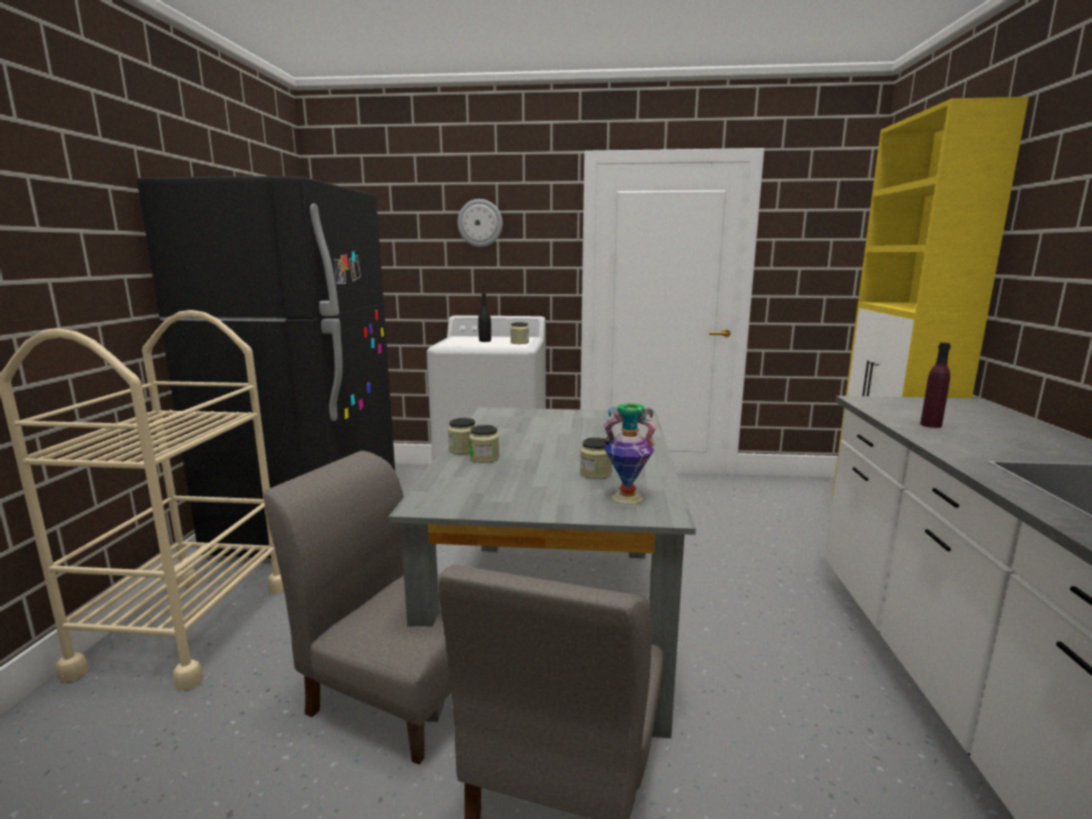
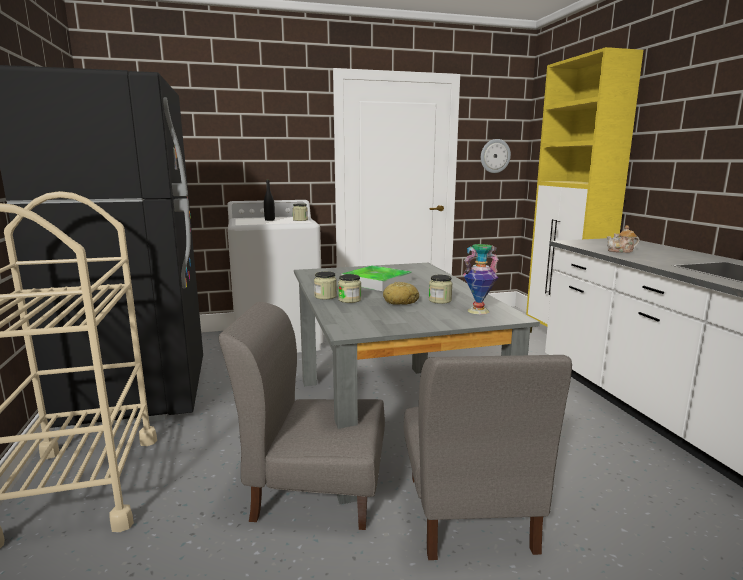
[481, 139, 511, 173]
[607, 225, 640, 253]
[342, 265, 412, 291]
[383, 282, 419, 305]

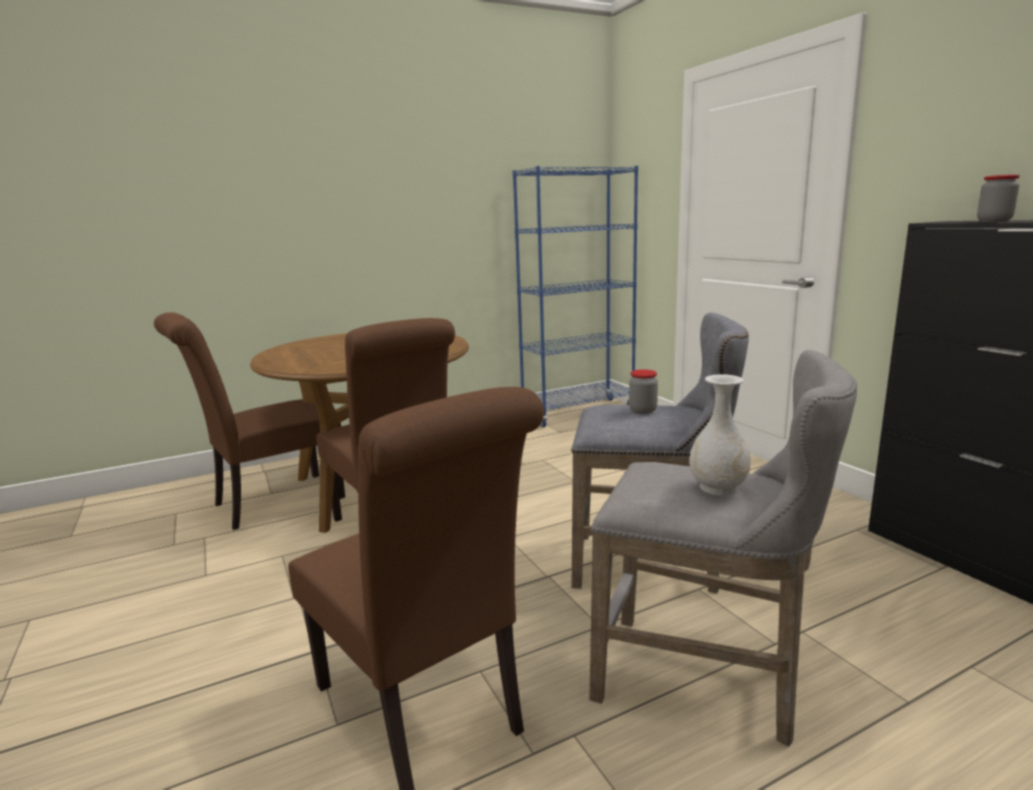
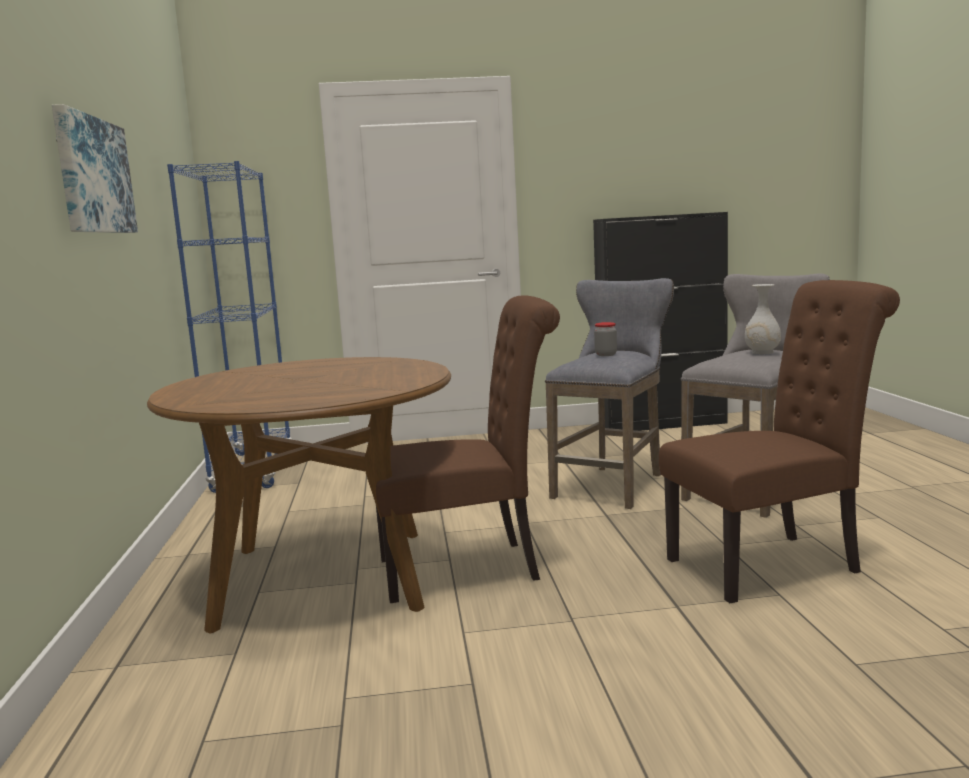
[154, 312, 345, 530] (first image)
[977, 174, 1020, 222] (first image)
[52, 104, 138, 233]

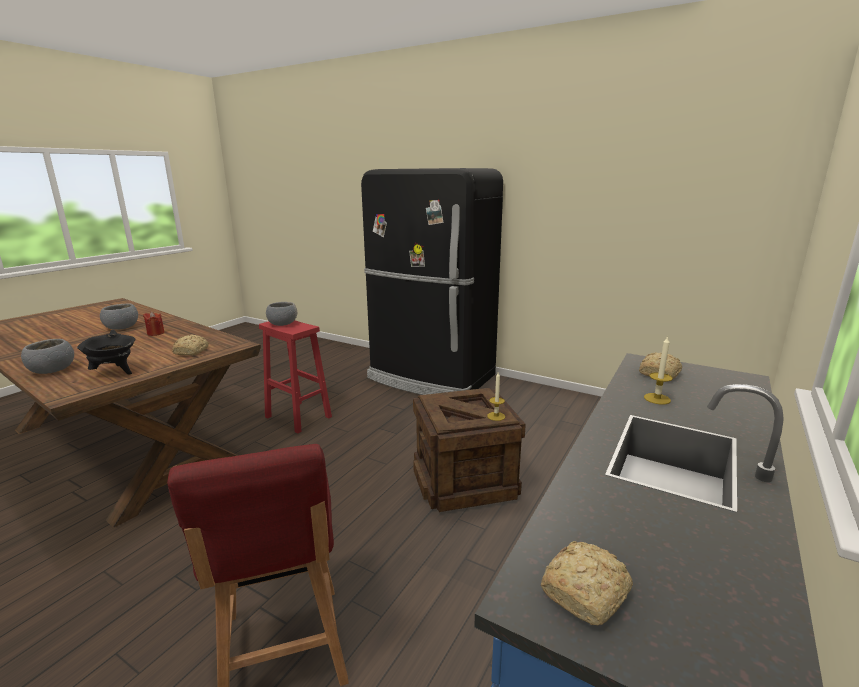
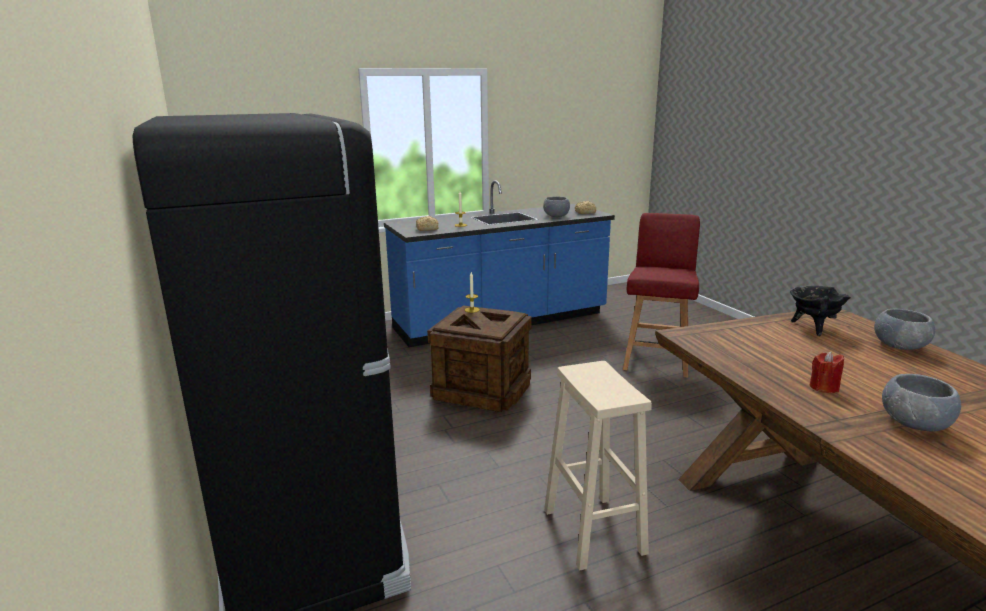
[172, 335, 209, 356] (first image)
[544, 361, 652, 571]
[543, 196, 570, 217]

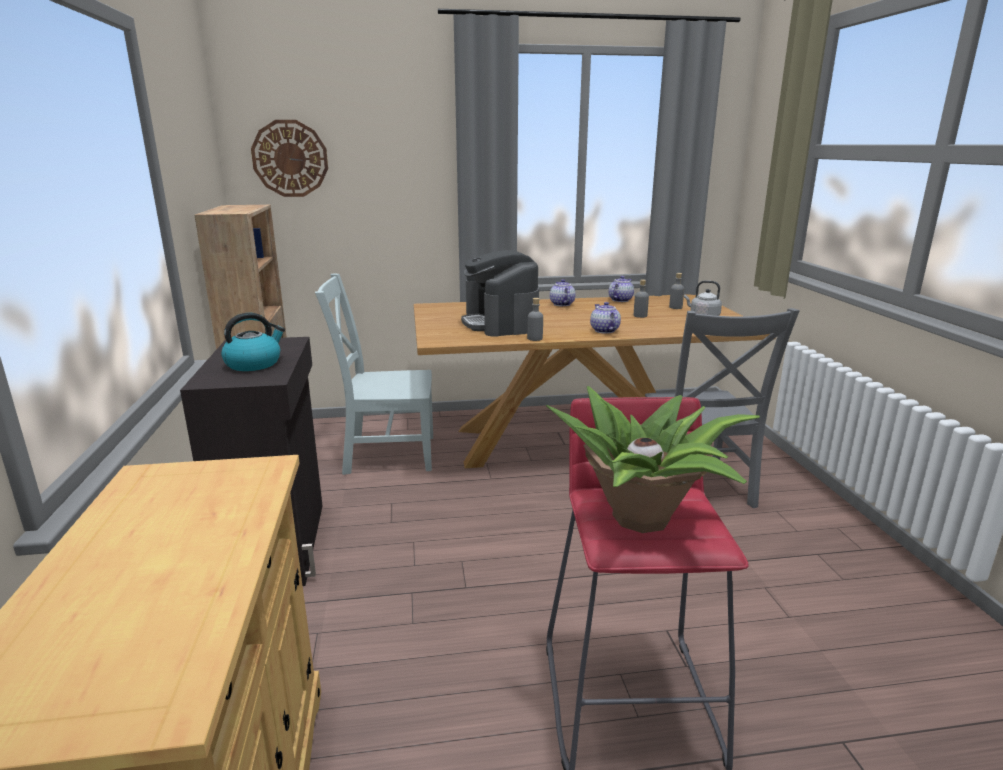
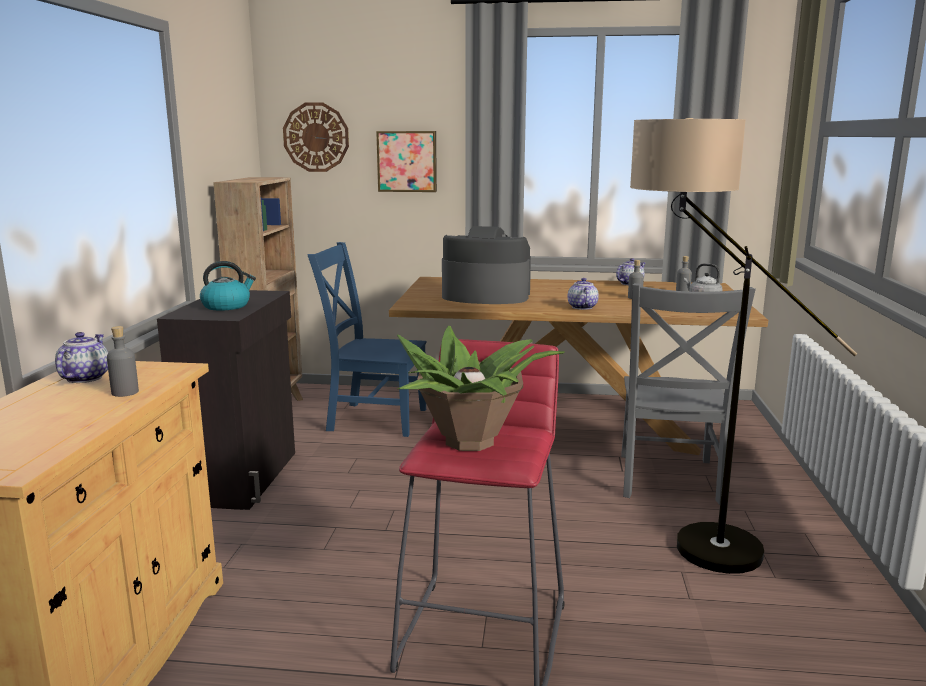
[308, 242, 426, 437]
[442, 226, 531, 304]
[107, 326, 139, 397]
[55, 332, 108, 383]
[376, 131, 437, 192]
[630, 118, 857, 574]

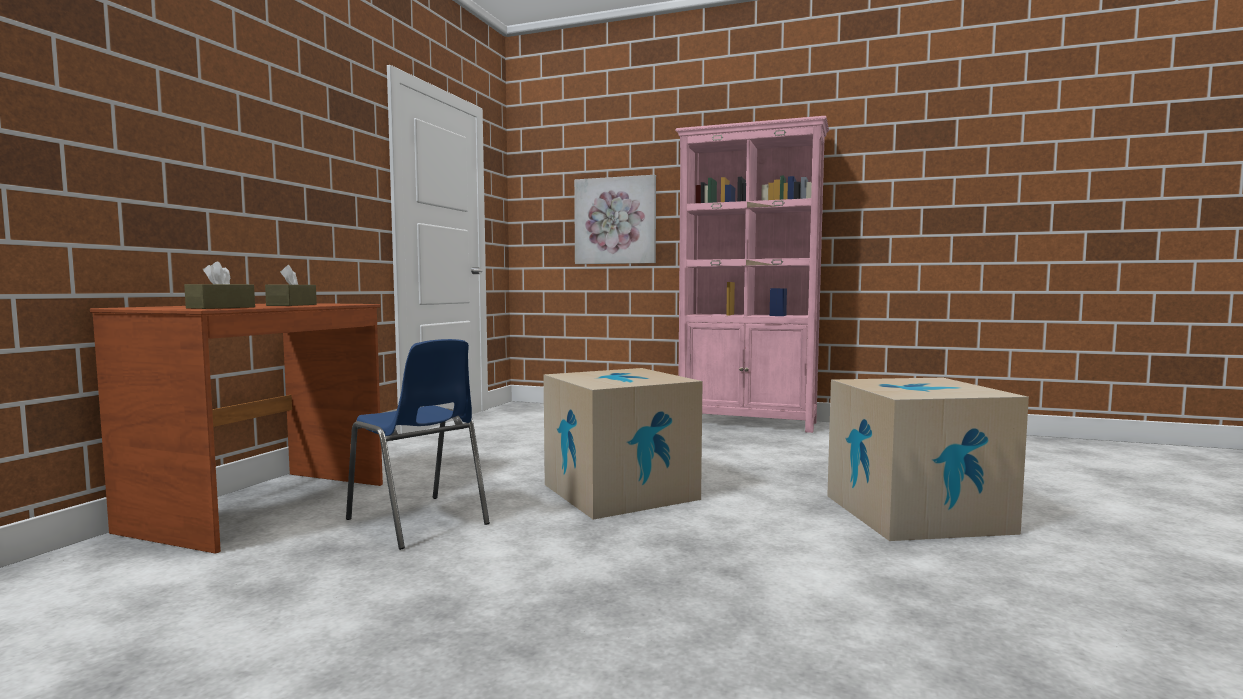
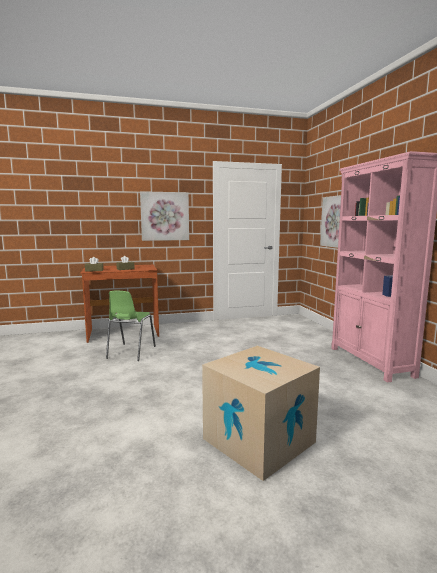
[106, 291, 156, 361]
[544, 368, 703, 520] (first image)
[140, 191, 189, 241]

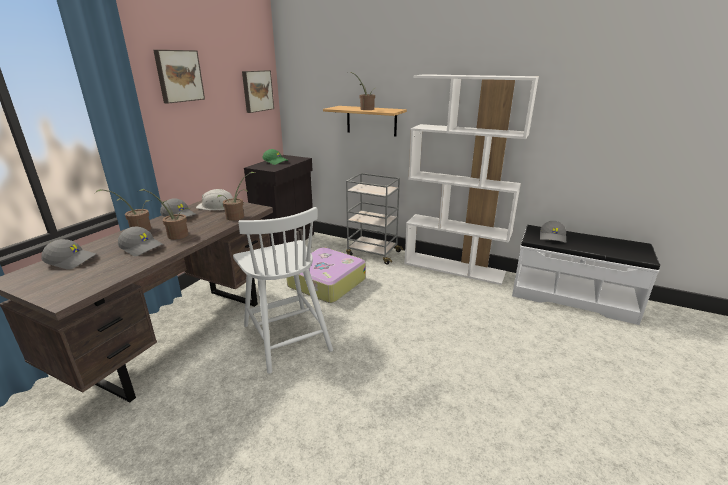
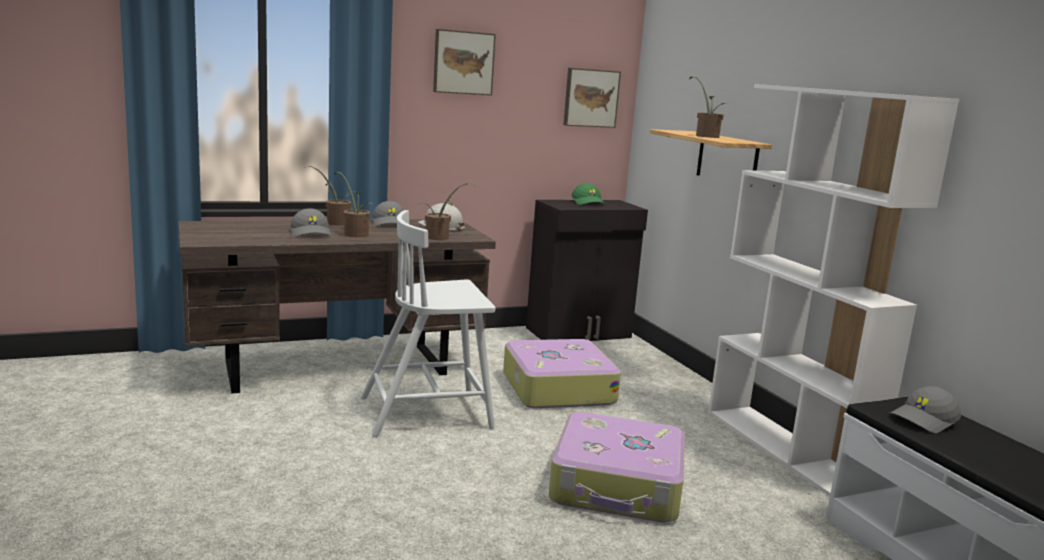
[41, 239, 96, 270] (first image)
[361, 210, 495, 437]
[346, 173, 403, 265] (first image)
[549, 412, 685, 523]

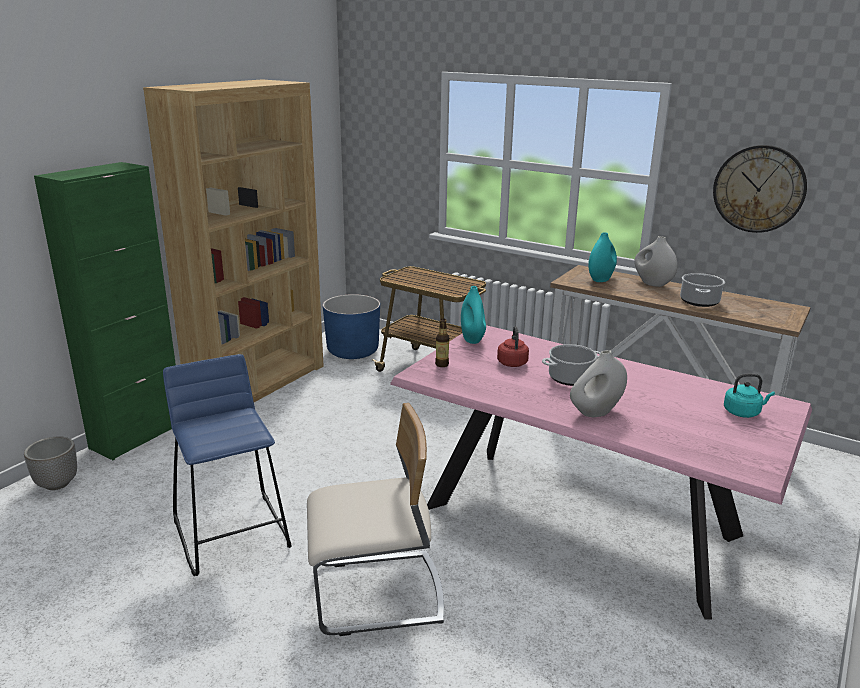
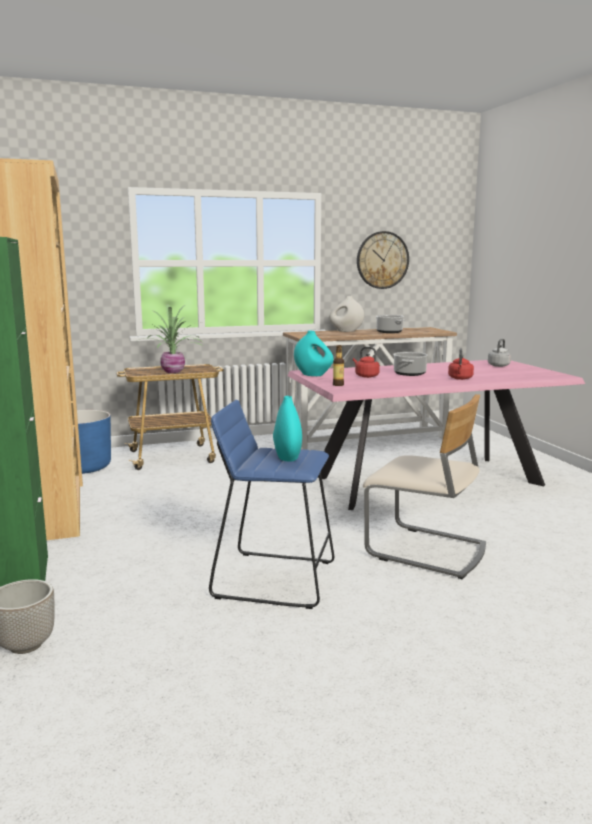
[363, 394, 486, 579]
[448, 348, 474, 380]
[273, 396, 302, 462]
[488, 339, 511, 367]
[139, 304, 204, 373]

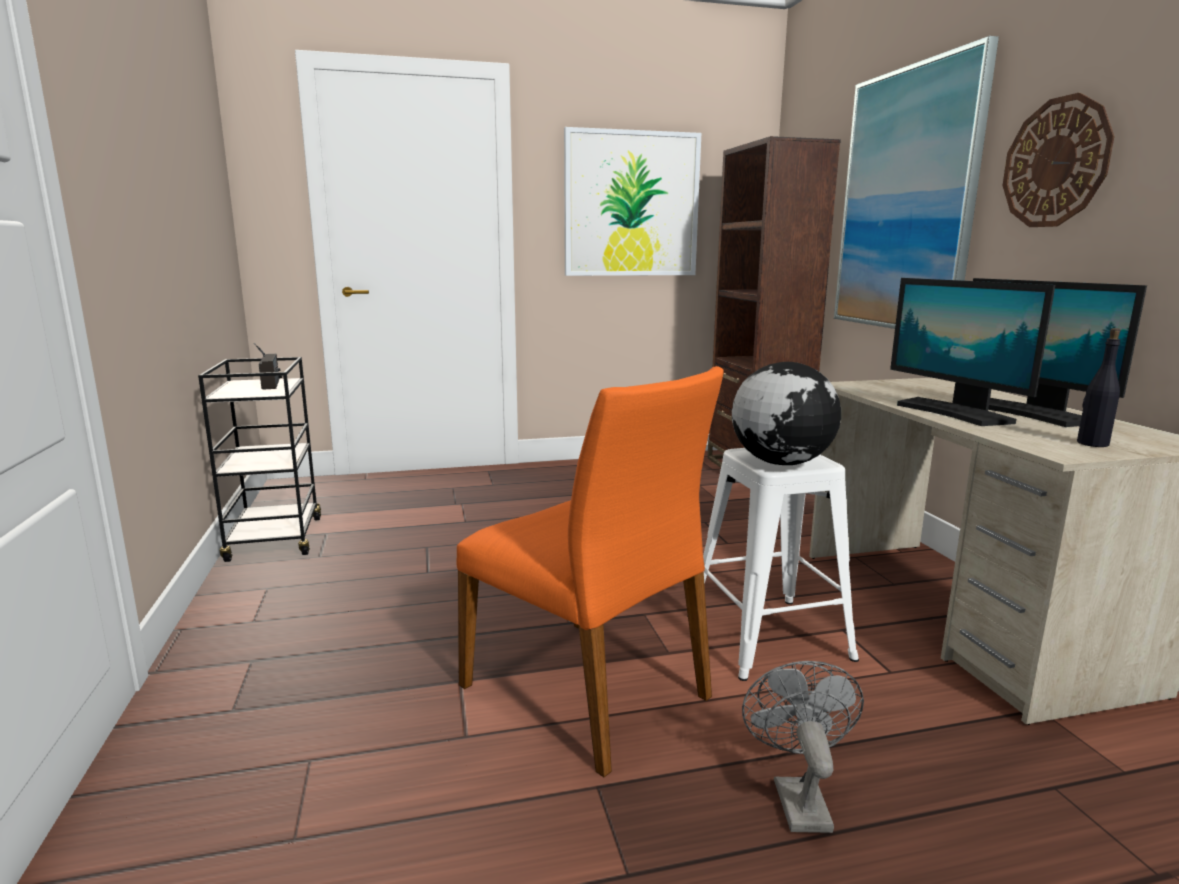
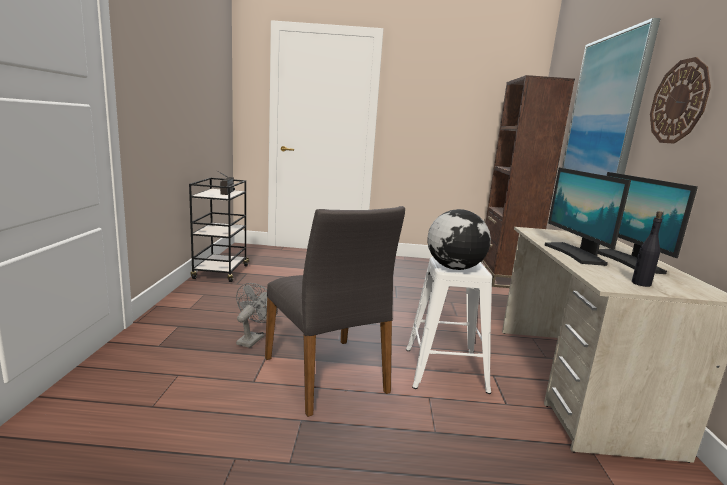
[265, 206, 405, 417]
[564, 127, 701, 276] (first image)
[236, 283, 277, 348]

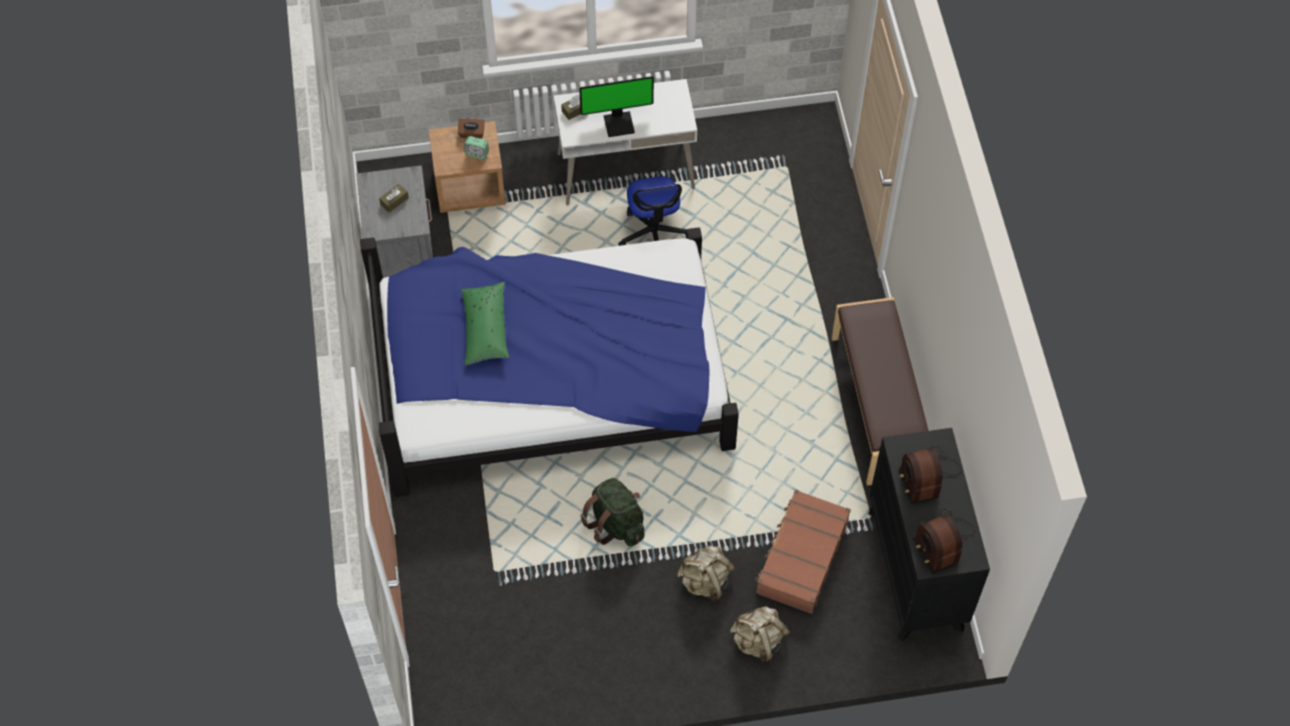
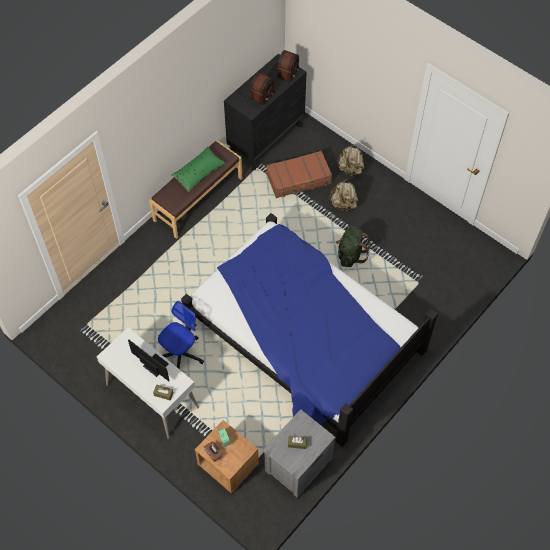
[171, 146, 225, 192]

